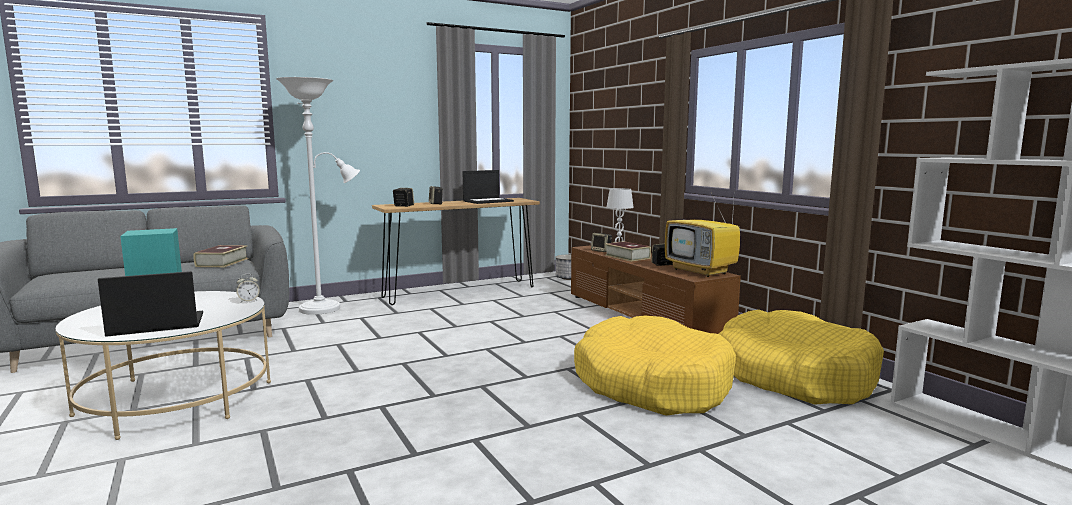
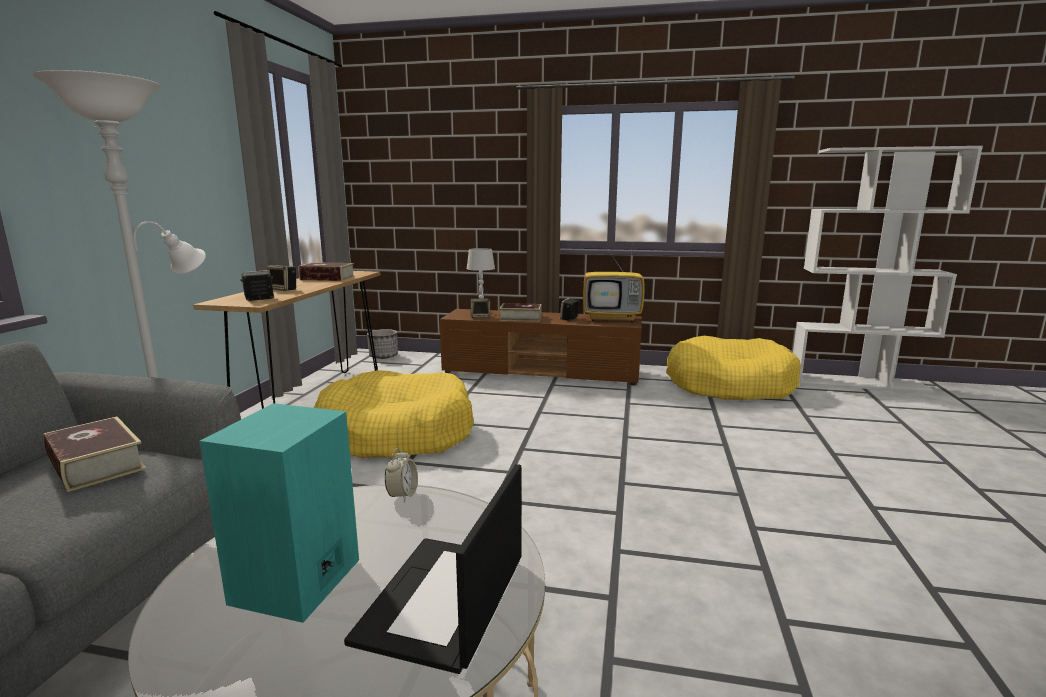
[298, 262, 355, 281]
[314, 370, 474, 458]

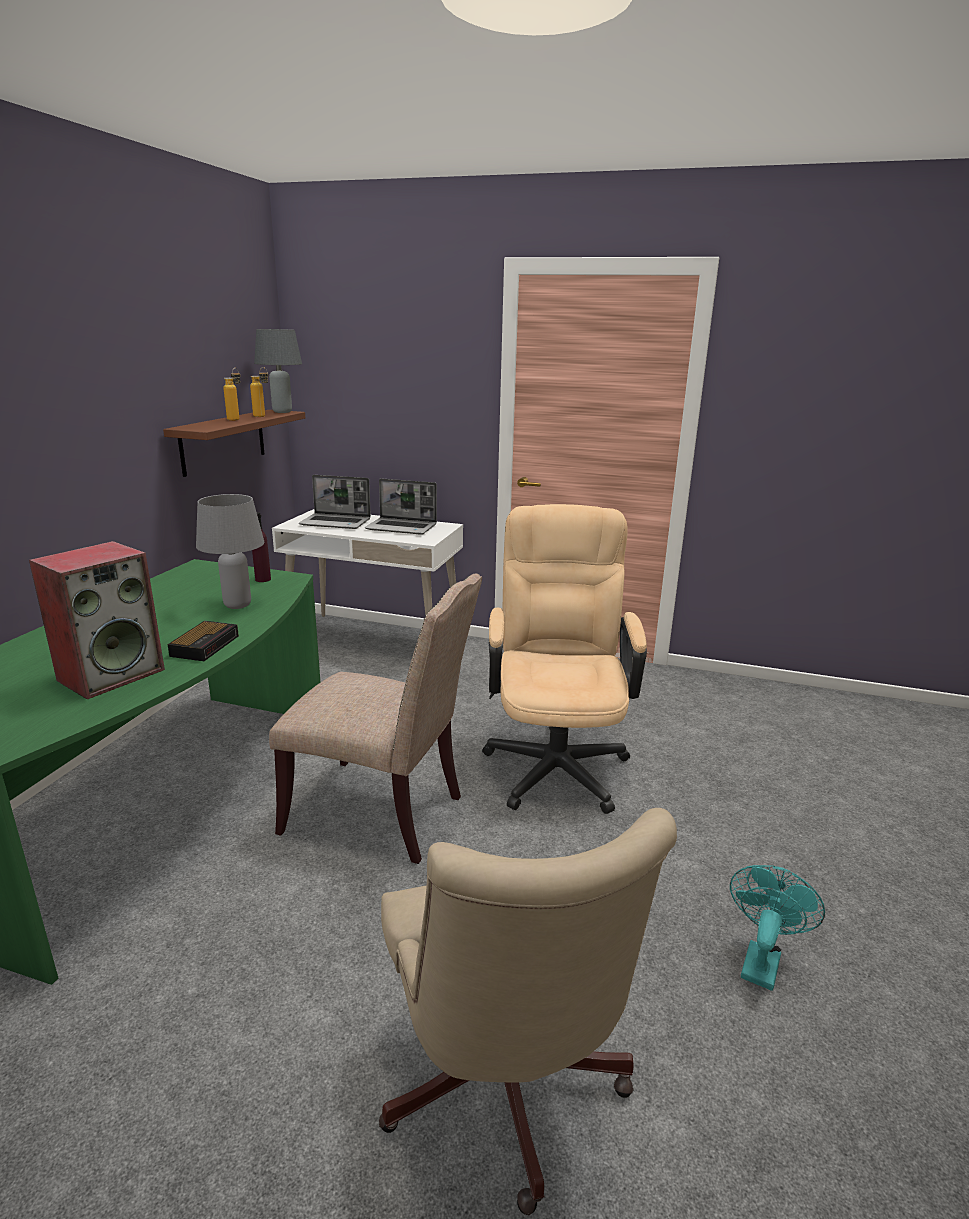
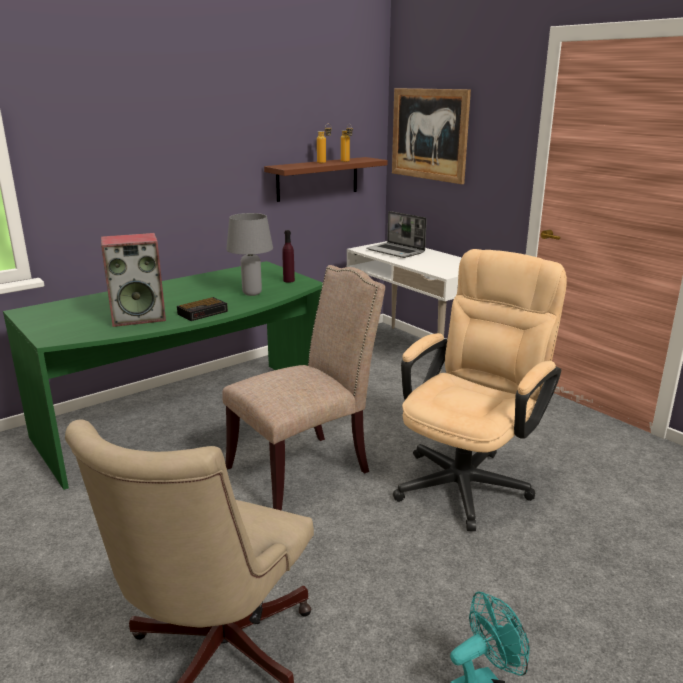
[254, 329, 302, 413] (first image)
[222, 265, 385, 511]
[365, 478, 437, 535] (first image)
[392, 88, 471, 184]

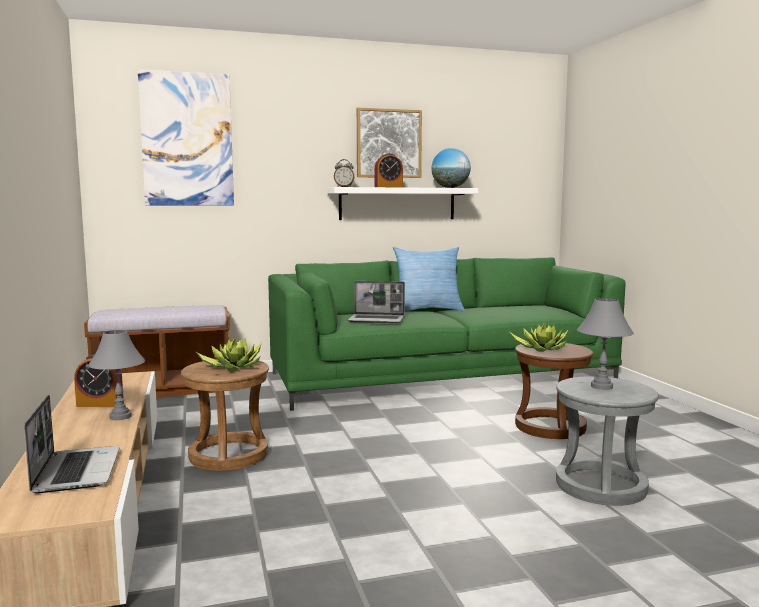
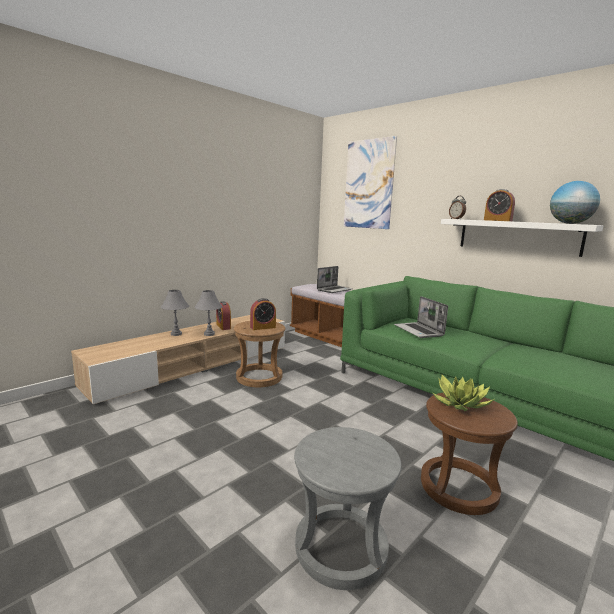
[317, 266, 353, 293]
[250, 298, 276, 330]
[357, 108, 422, 178] (first image)
[393, 247, 465, 312] (first image)
[161, 290, 189, 336]

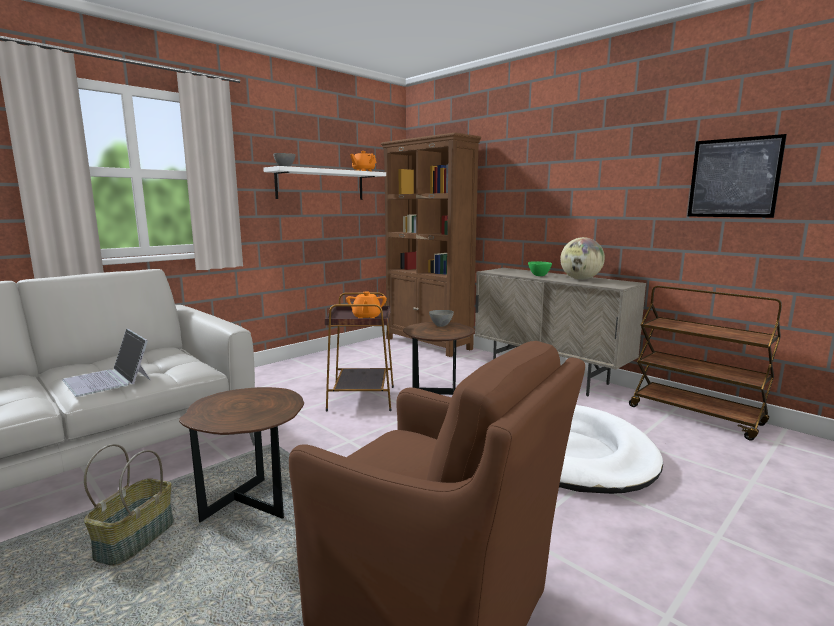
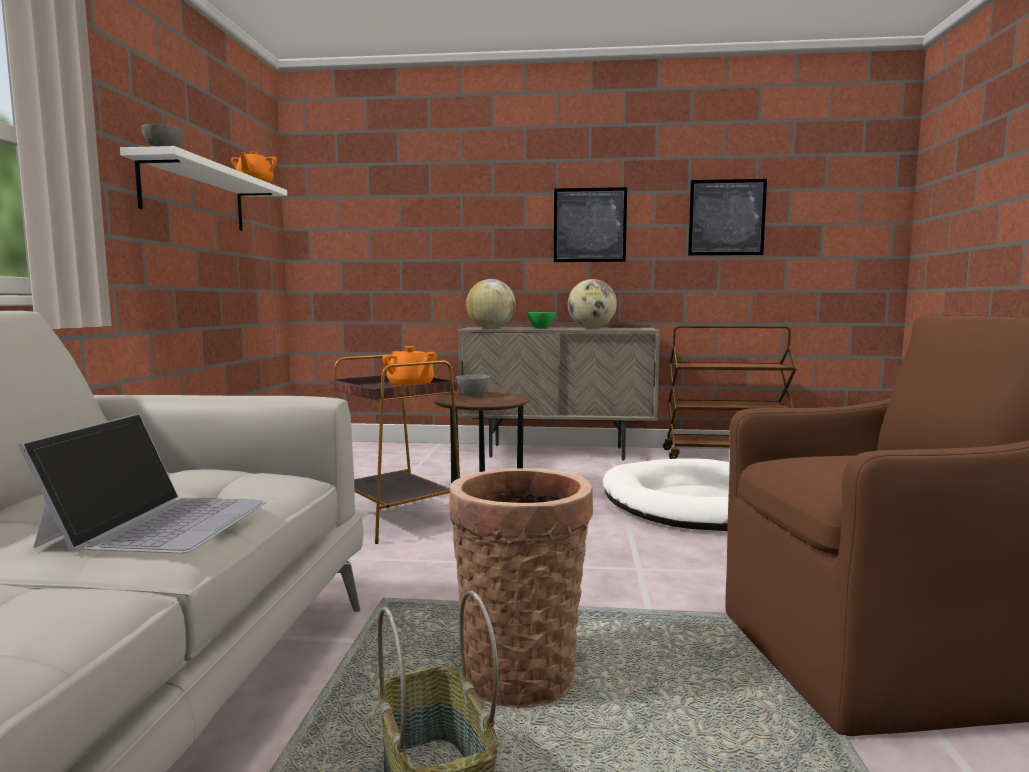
[18, 414, 267, 554]
[449, 468, 593, 708]
[380, 132, 481, 357] (first image)
[466, 279, 515, 329]
[554, 187, 627, 262]

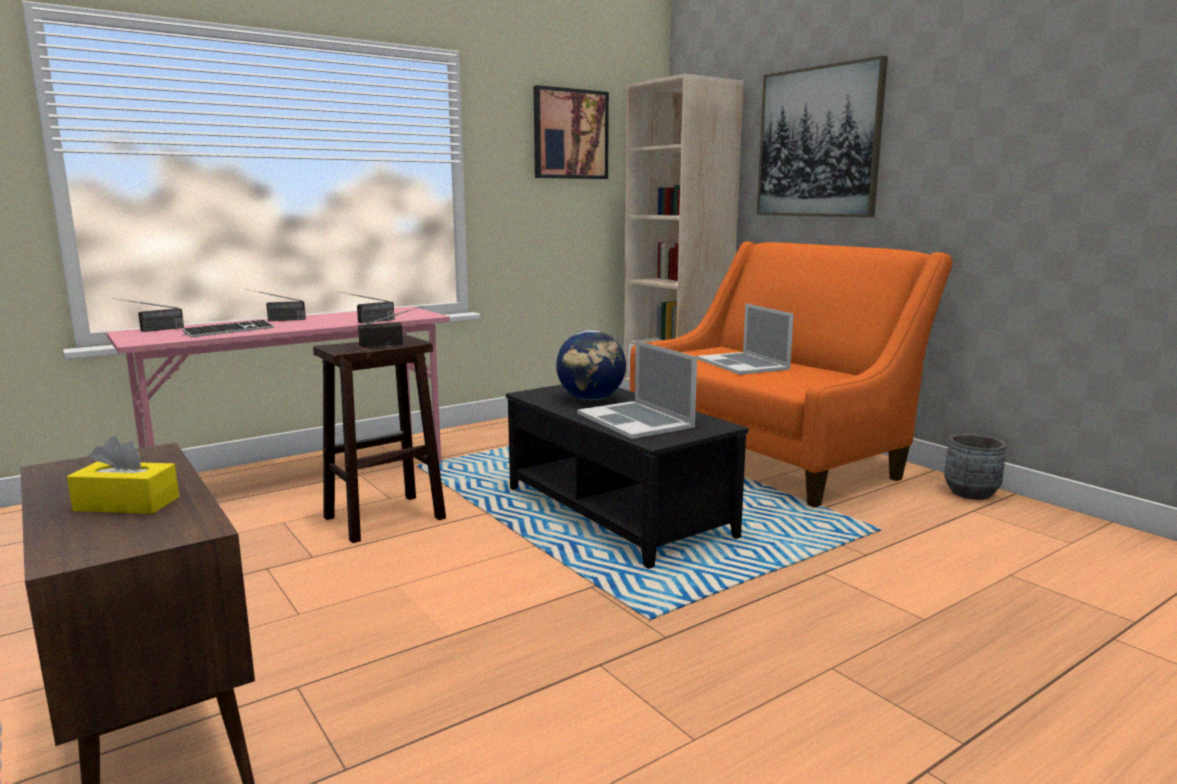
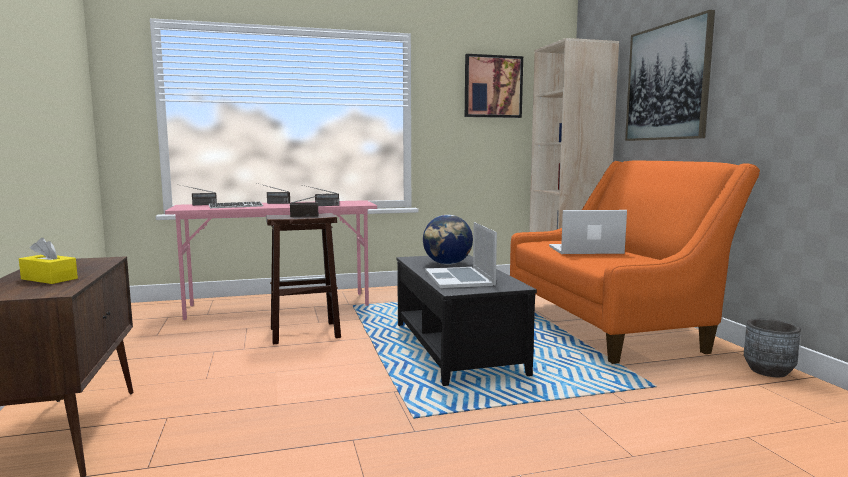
[549, 210, 627, 254]

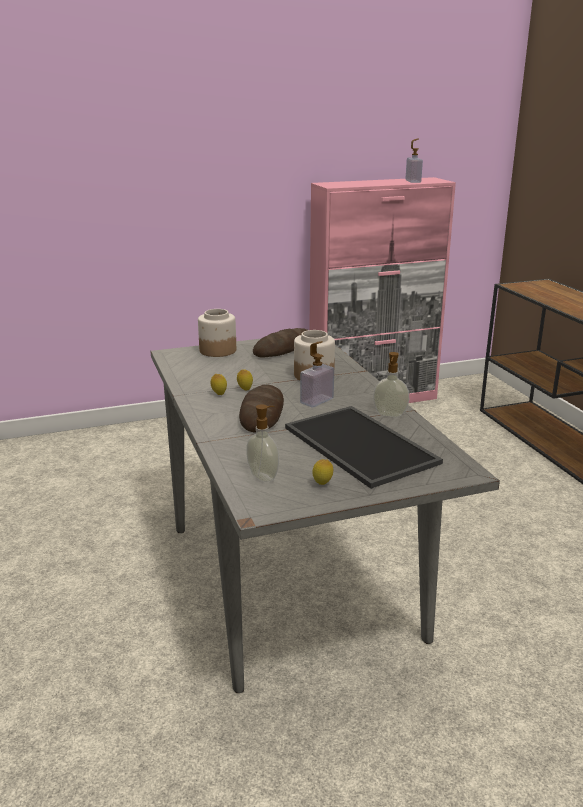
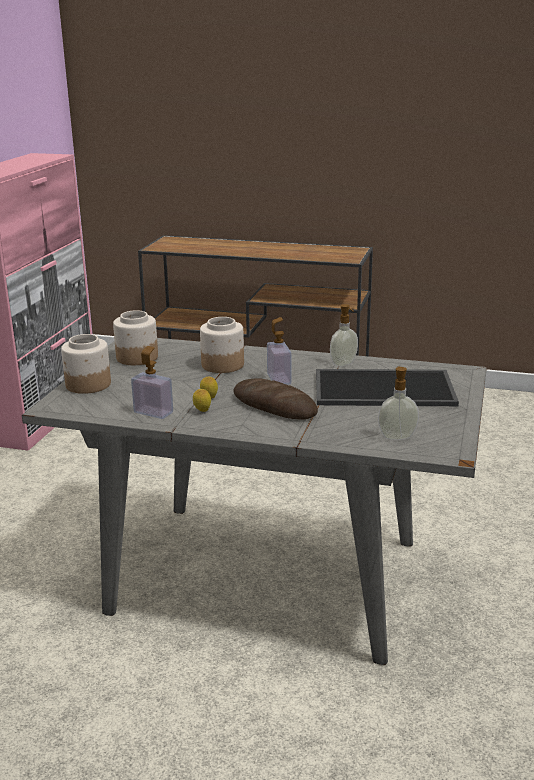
[113, 310, 158, 365]
[312, 459, 333, 485] (first image)
[131, 346, 173, 419]

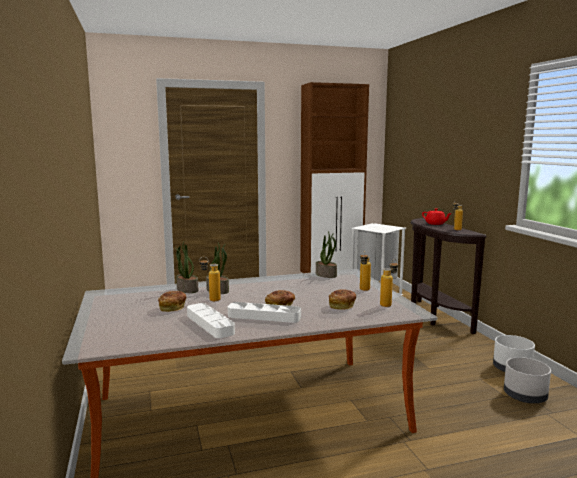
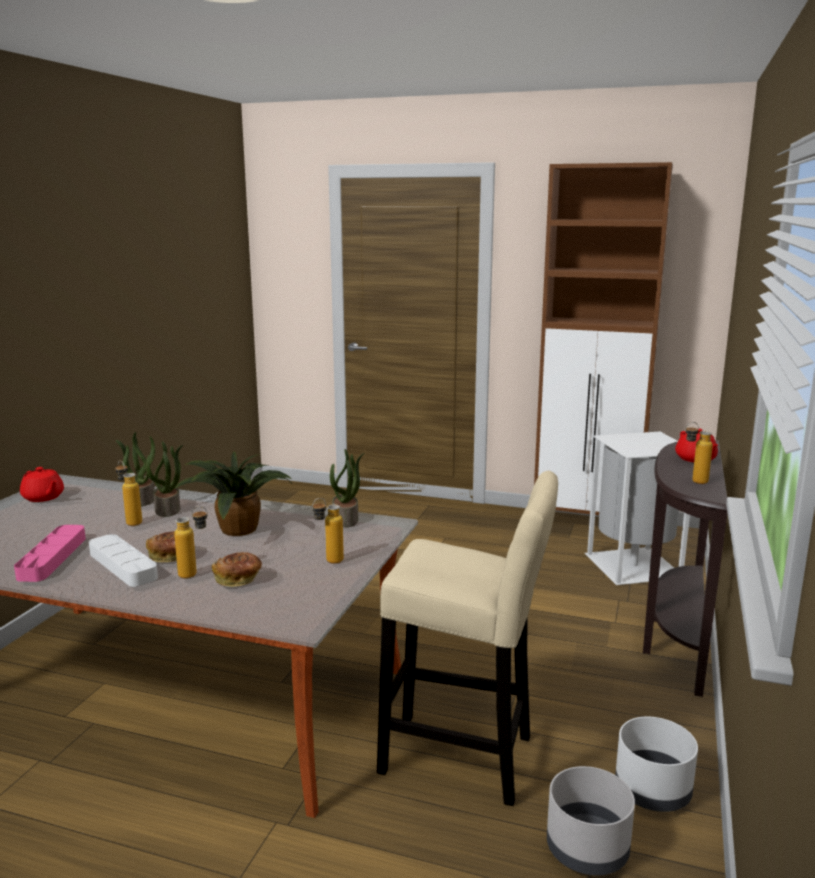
[158, 291, 186, 312] (first image)
[14, 525, 86, 582]
[174, 506, 208, 578]
[20, 467, 64, 502]
[174, 452, 292, 536]
[377, 471, 558, 806]

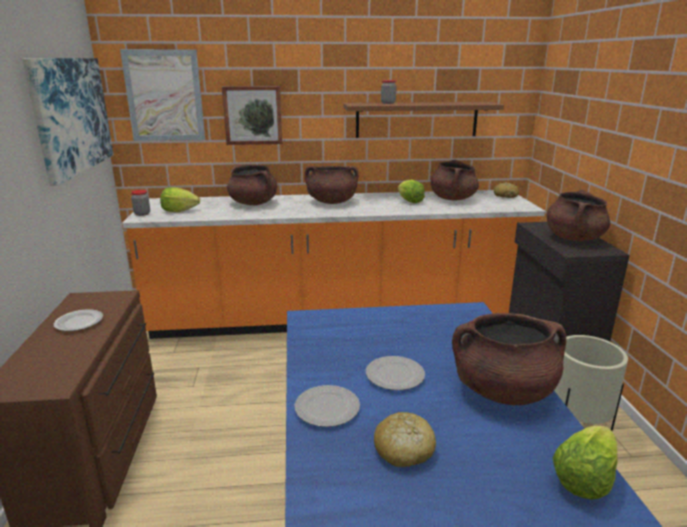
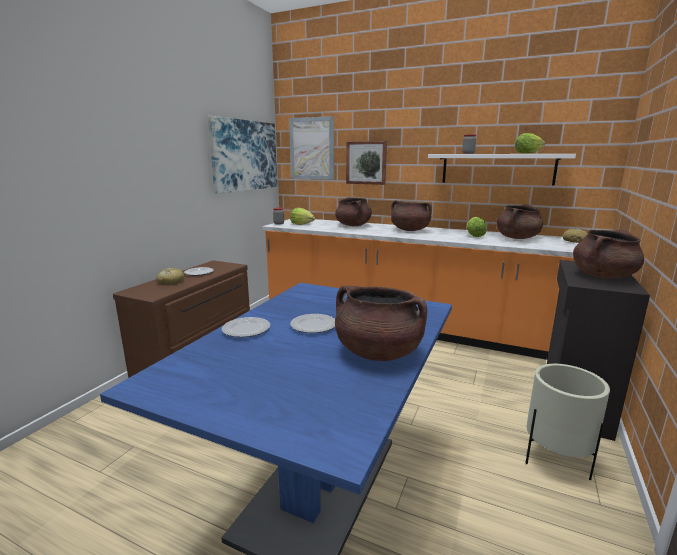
[428, 154, 576, 185]
[156, 267, 184, 285]
[515, 133, 545, 154]

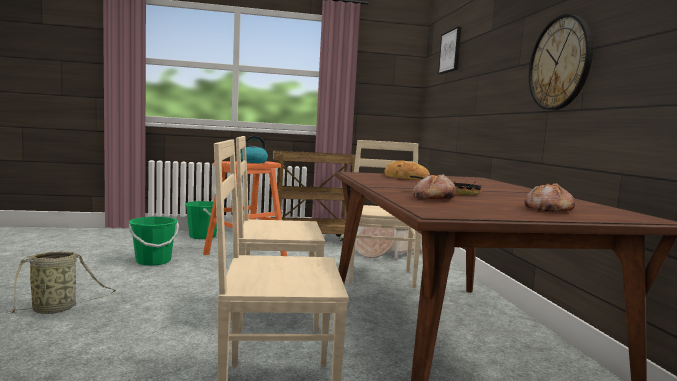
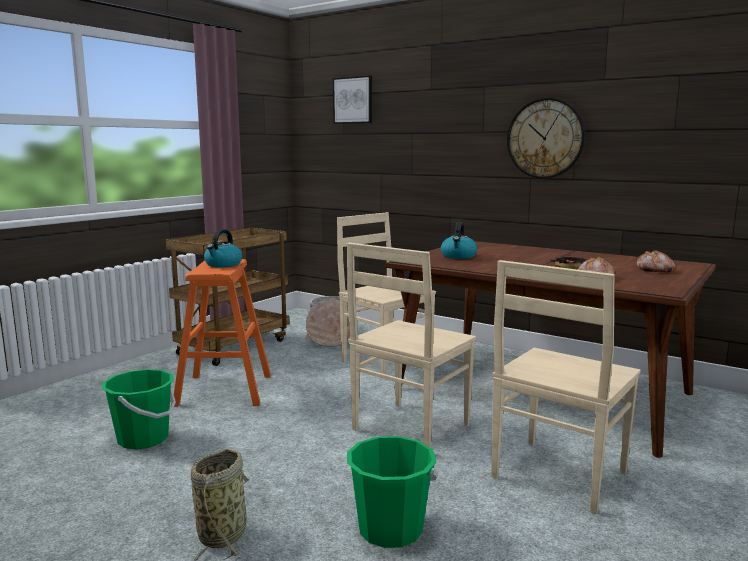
[347, 436, 438, 548]
[441, 222, 477, 259]

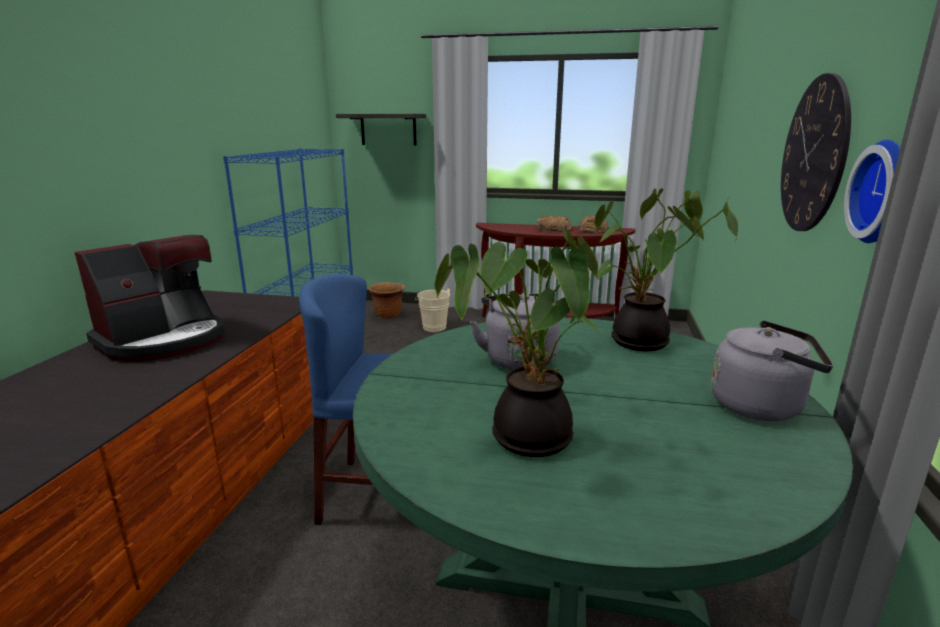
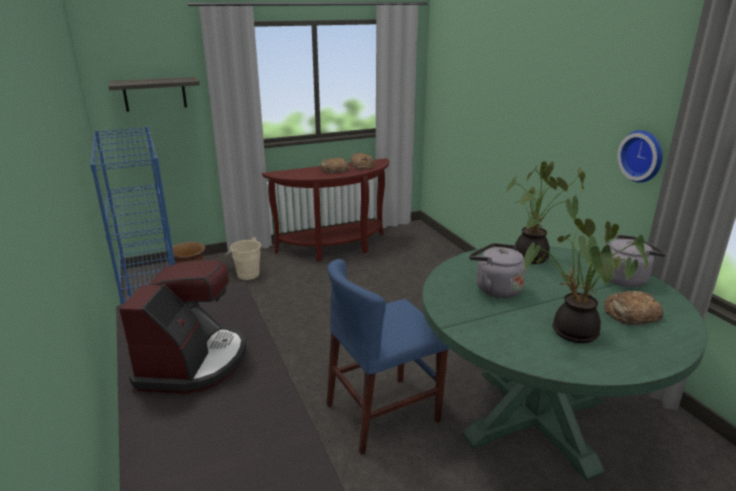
[781, 73, 851, 231] (first image)
[604, 291, 664, 326]

